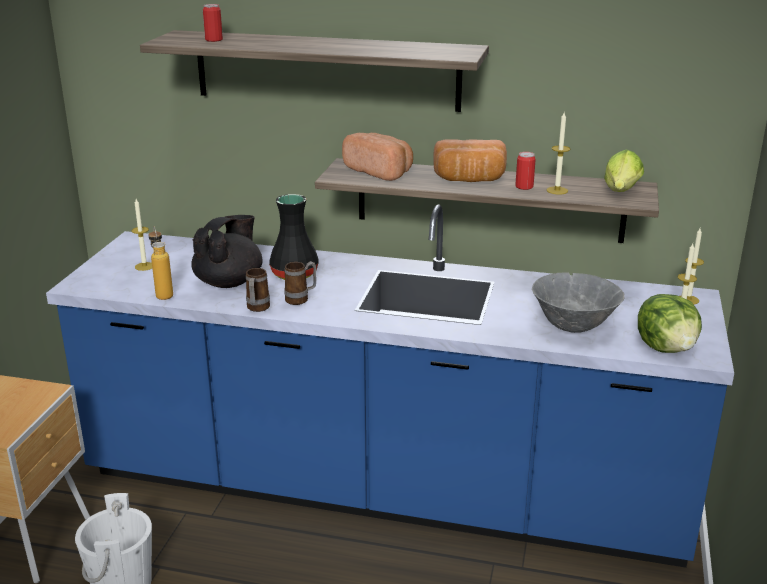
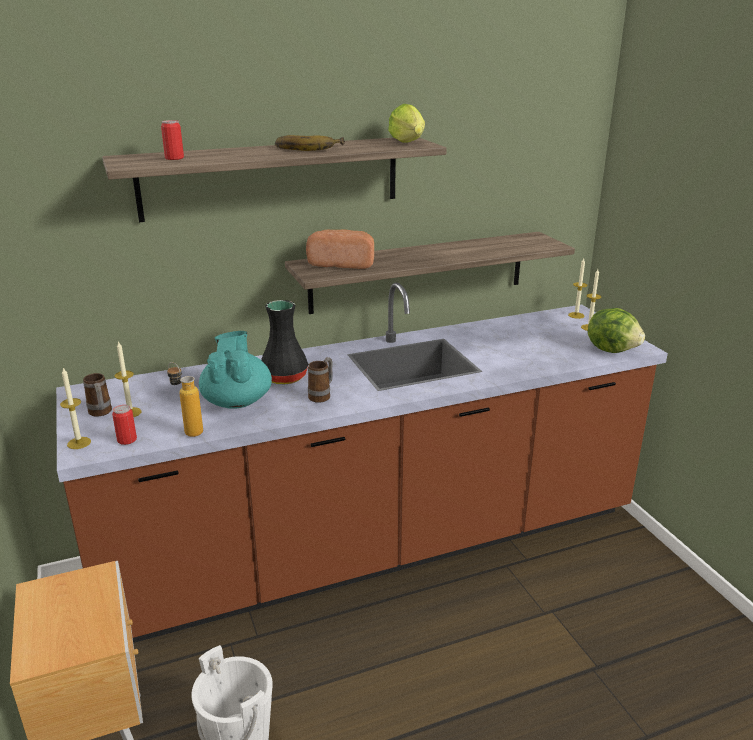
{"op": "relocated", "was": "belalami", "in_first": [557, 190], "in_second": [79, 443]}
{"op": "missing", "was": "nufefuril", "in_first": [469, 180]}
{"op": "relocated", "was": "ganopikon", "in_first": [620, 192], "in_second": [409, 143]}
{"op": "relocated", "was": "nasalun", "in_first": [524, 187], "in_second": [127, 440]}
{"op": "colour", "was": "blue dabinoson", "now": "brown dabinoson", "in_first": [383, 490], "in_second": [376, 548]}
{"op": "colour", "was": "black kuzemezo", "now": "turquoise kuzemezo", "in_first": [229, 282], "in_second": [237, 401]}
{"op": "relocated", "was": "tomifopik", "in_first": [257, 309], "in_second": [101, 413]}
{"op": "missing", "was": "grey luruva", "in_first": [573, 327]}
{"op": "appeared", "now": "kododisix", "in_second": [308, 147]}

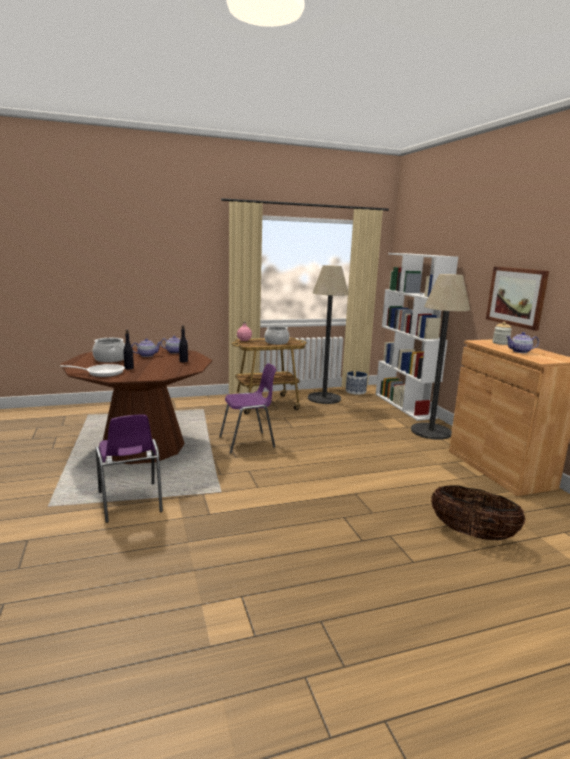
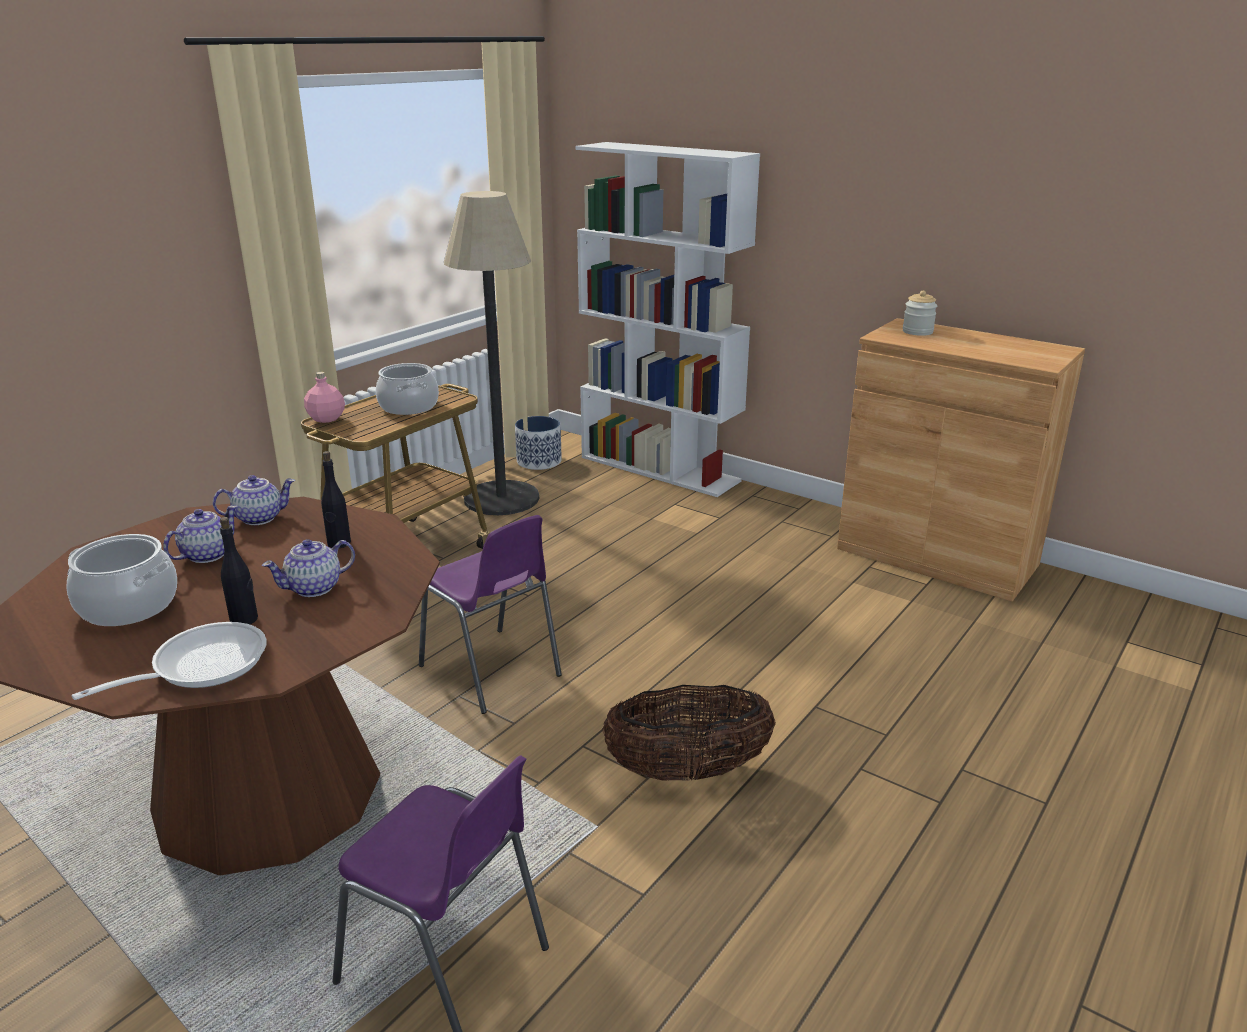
{"op": "missing", "was": "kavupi", "in_first": [516, 297]}
{"op": "missing", "was": "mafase", "in_first": [431, 431]}
{"op": "relocated", "was": "kuzemezo", "in_first": [520, 351], "in_second": [315, 588]}
{"op": "spun", "was": "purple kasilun", "in_first": [248, 442], "in_second": [492, 672], "clockwise": 105}
{"op": "relocated", "was": "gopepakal", "in_first": [472, 534], "in_second": [687, 771]}

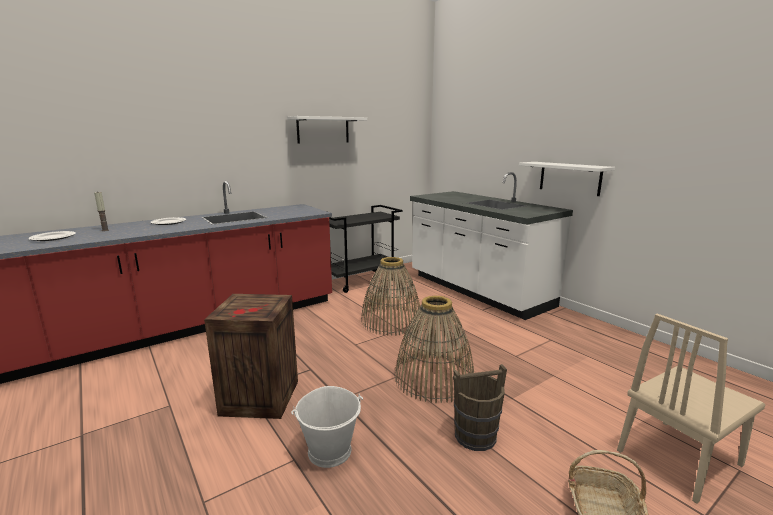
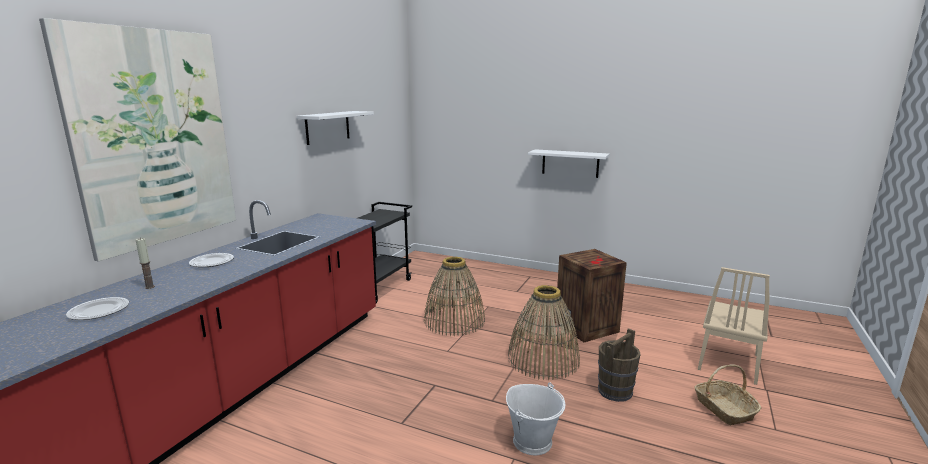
{"op": "missing", "was": "white dabinoson", "in_first": [477, 290]}
{"op": "relocated", "was": "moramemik", "in_first": [261, 398], "in_second": [588, 327]}
{"op": "appeared", "now": "kavupi", "in_second": [154, 138]}

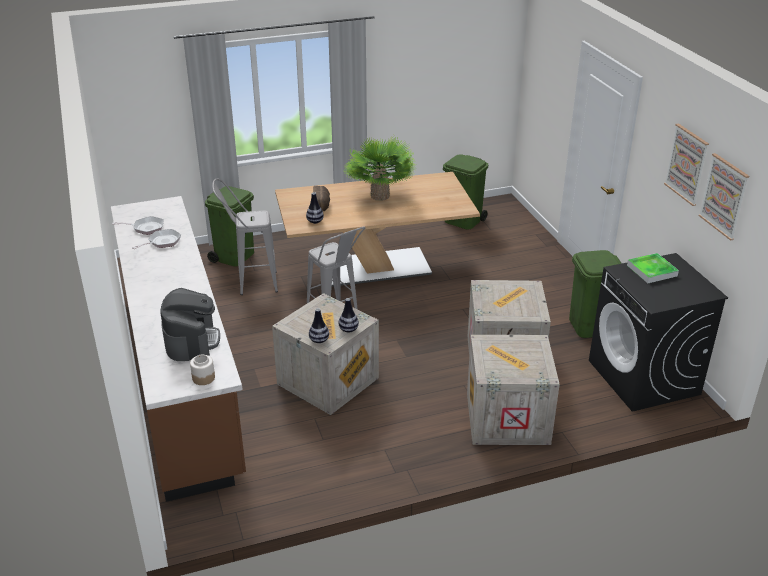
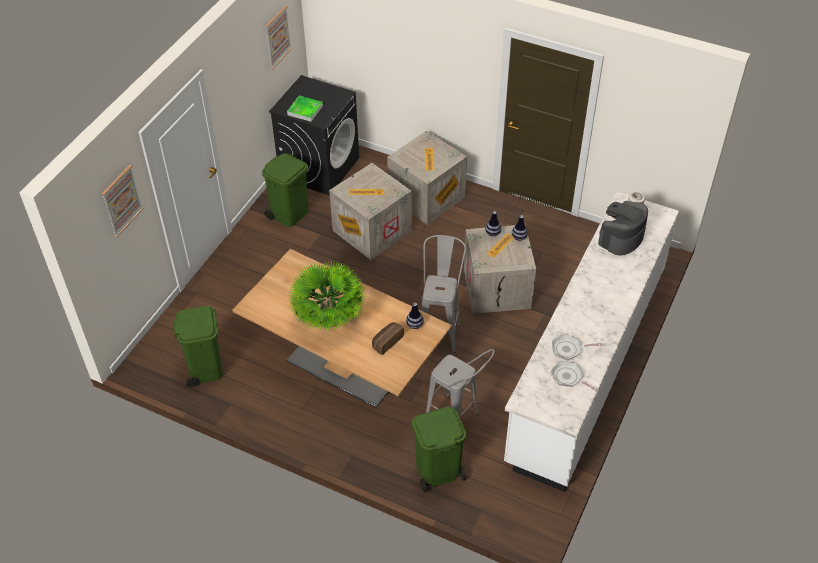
{"op": "relocated", "was": "kavupi", "in_first": [687, 164], "in_second": [121, 200]}
{"op": "colour", "was": "brown dabinoson", "now": "white dabinoson", "in_first": [181, 373], "in_second": [586, 363]}

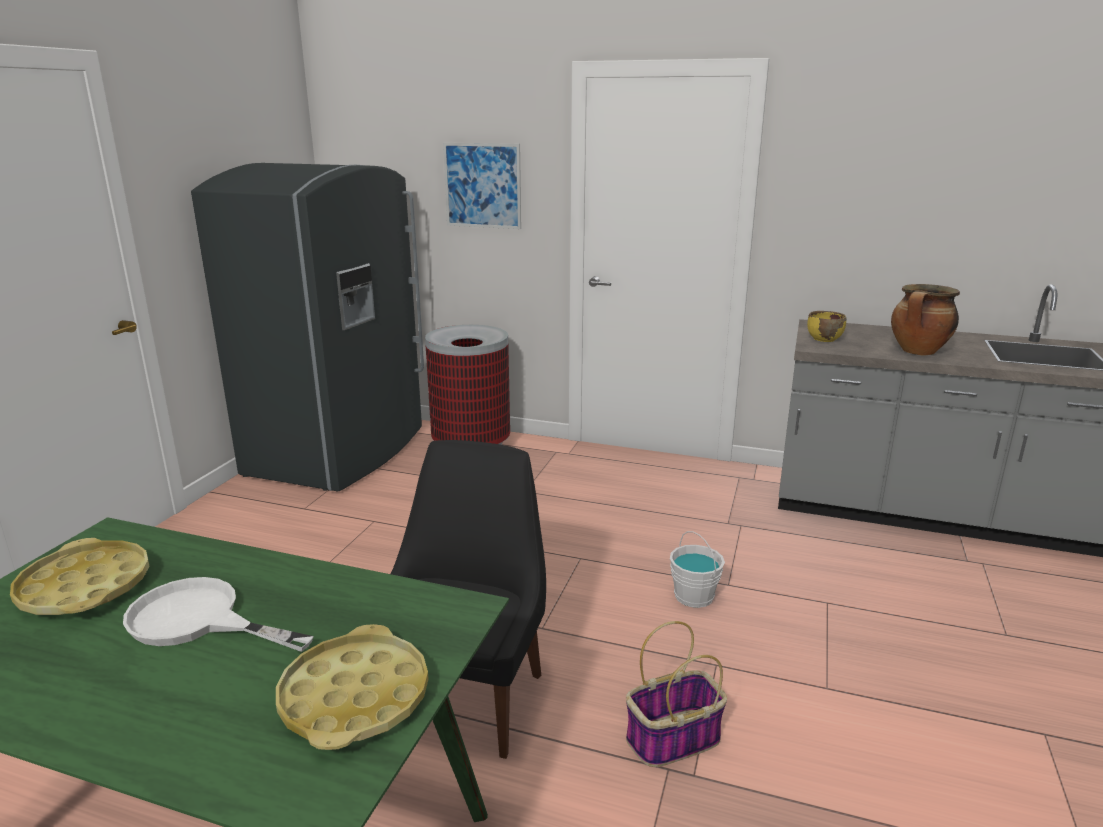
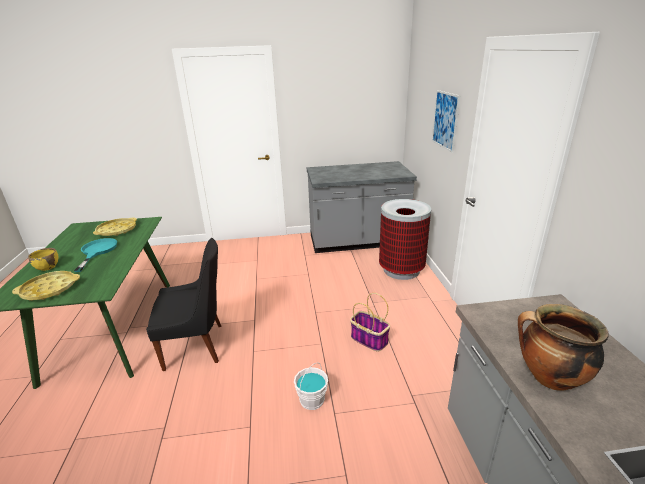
{"op": "exchanged", "was": "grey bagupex", "now": "grey dabinoson", "in_first": [340, 452], "in_second": [358, 242]}
{"op": "relocated", "was": "yellow luruva", "in_first": [824, 339], "in_second": [47, 267]}
{"op": "colour", "was": "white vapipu", "now": "turquoise vapipu", "in_first": [199, 620], "in_second": [97, 251]}
{"op": "relocated", "was": "gopepakal", "in_first": [672, 740], "in_second": [368, 339]}

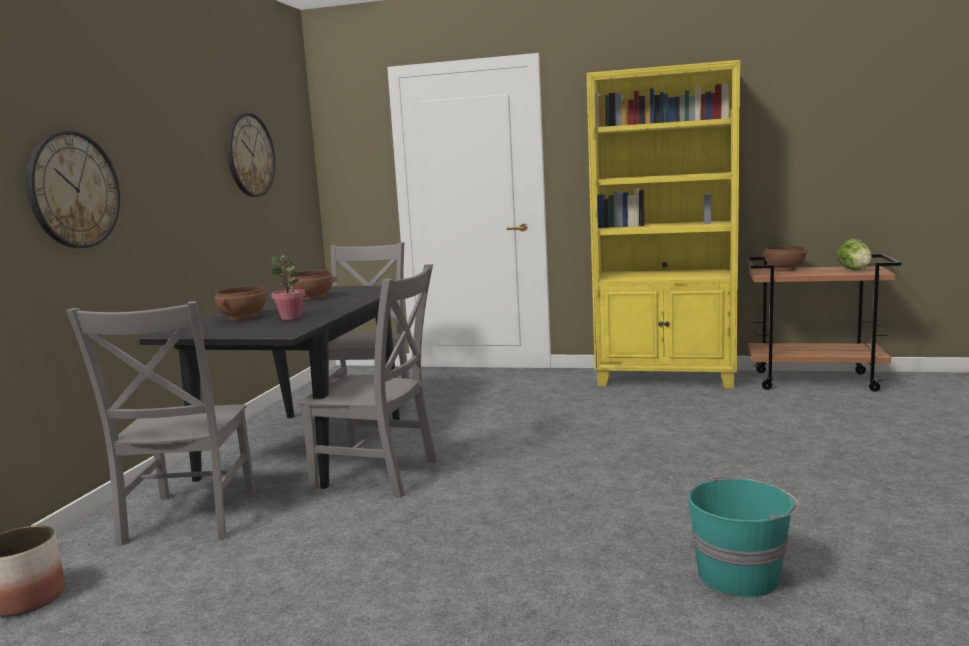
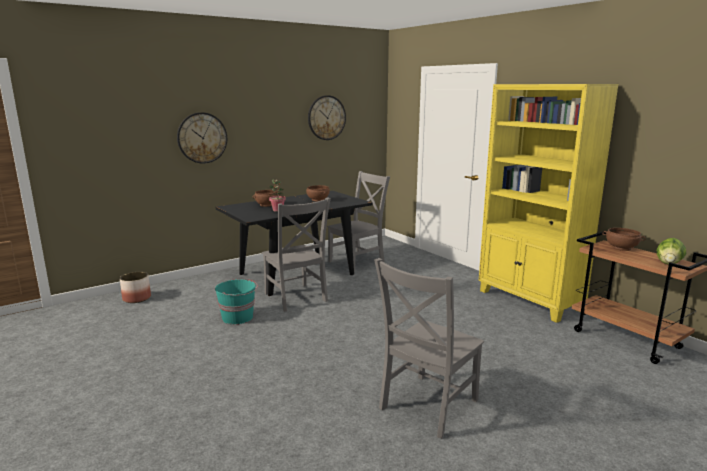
{"op": "relocated", "was": "grey kasilun", "in_first": [187, 520], "in_second": [426, 406]}
{"op": "relocated", "was": "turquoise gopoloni", "in_first": [740, 576], "in_second": [238, 317]}

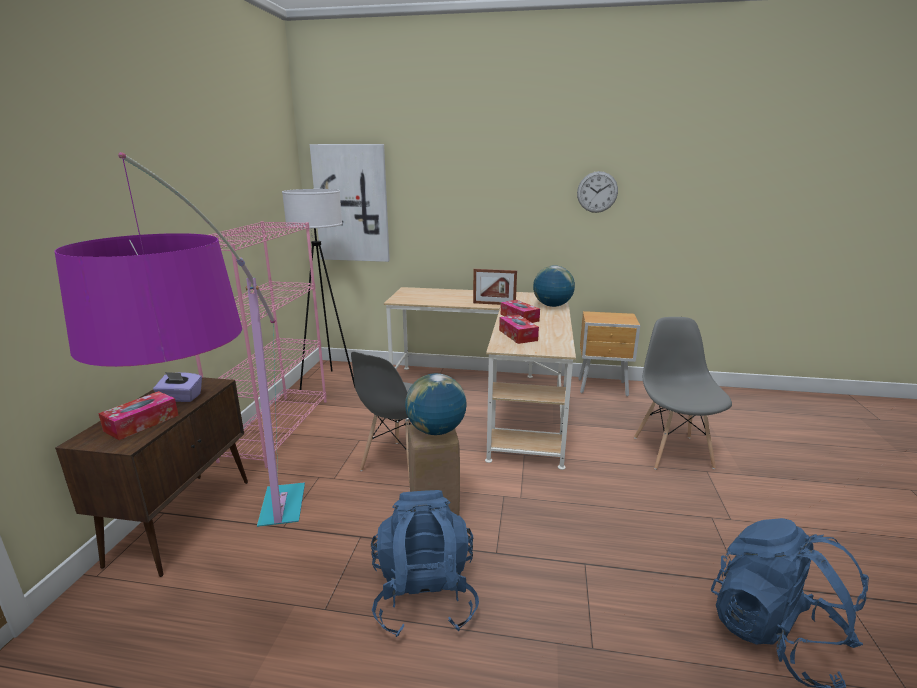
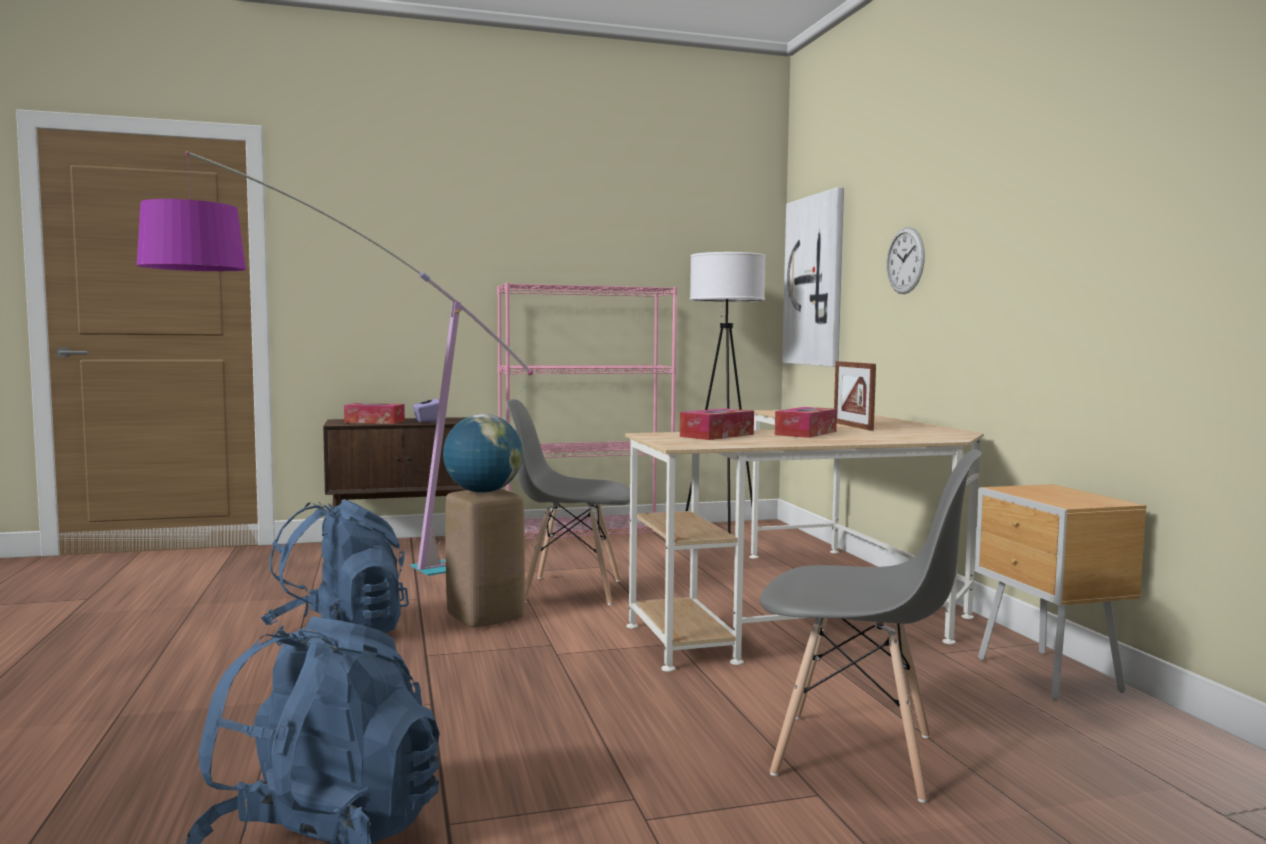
{"op": "relocated", "was": "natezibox", "in_first": [597, 192], "in_second": [905, 260]}
{"op": "missing", "was": "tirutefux", "in_first": [552, 305]}
{"op": "spun", "was": "grey kasilun", "in_first": [672, 451], "in_second": [856, 756], "clockwise": 45}

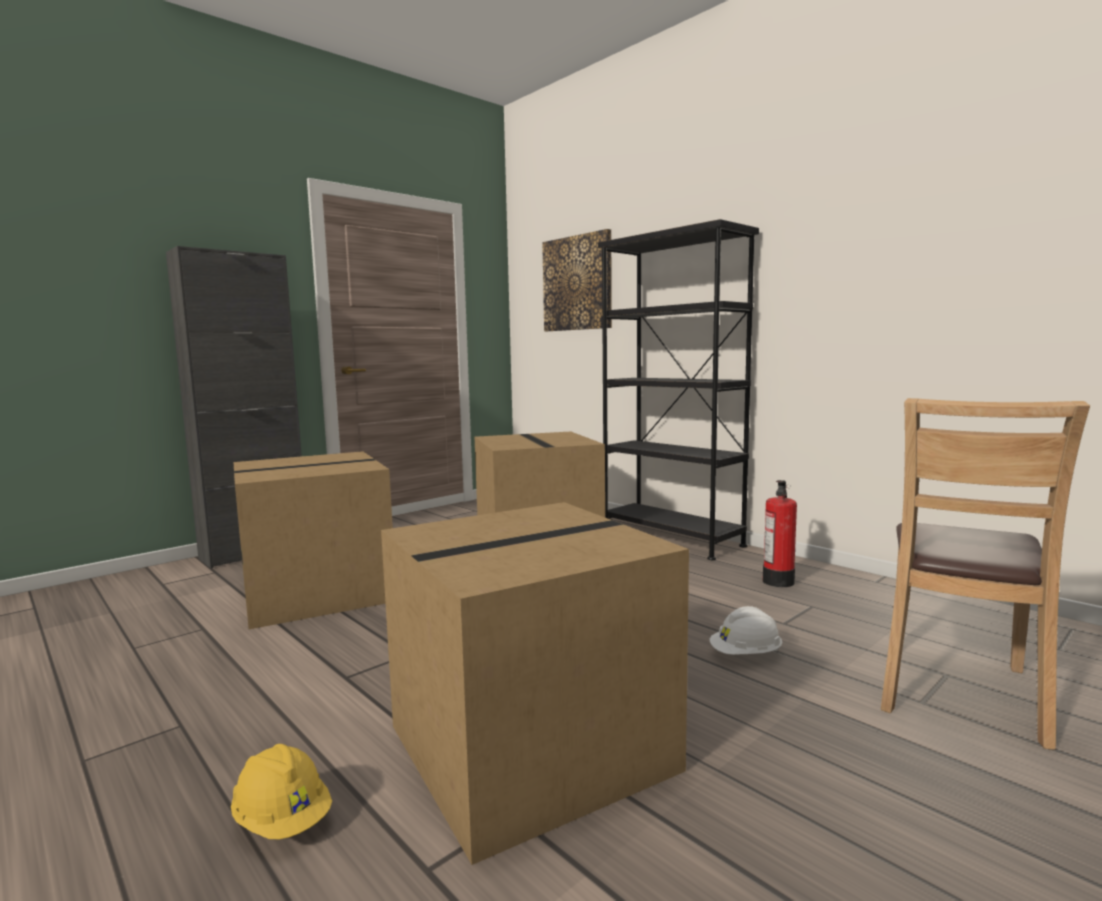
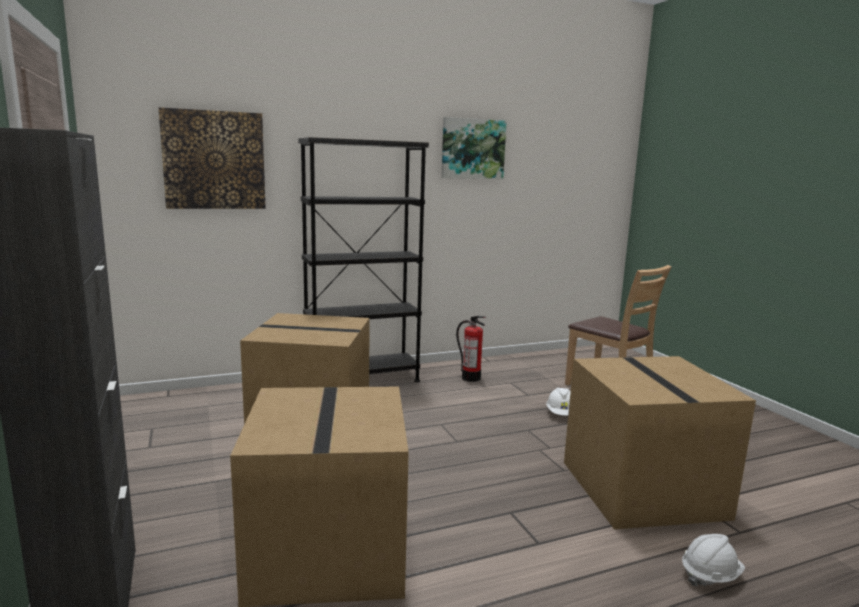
{"op": "colour", "was": "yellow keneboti", "now": "white keneboti", "in_first": [283, 821], "in_second": [710, 575]}
{"op": "appeared", "now": "kavupi", "in_second": [472, 149]}

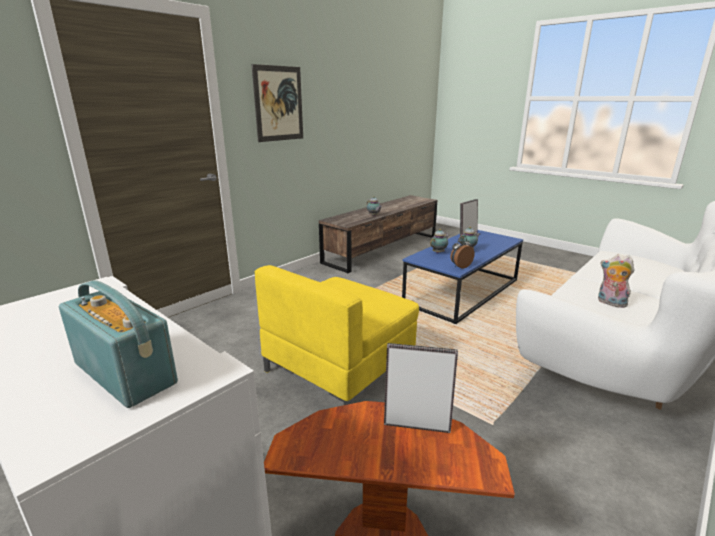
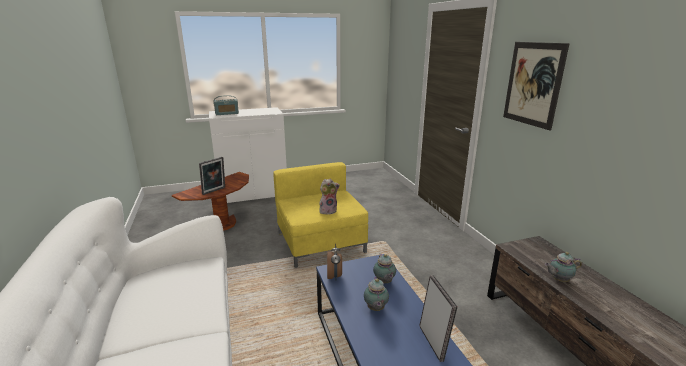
{"op": "relocated", "was": "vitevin", "in_first": [610, 303], "in_second": [328, 211]}

